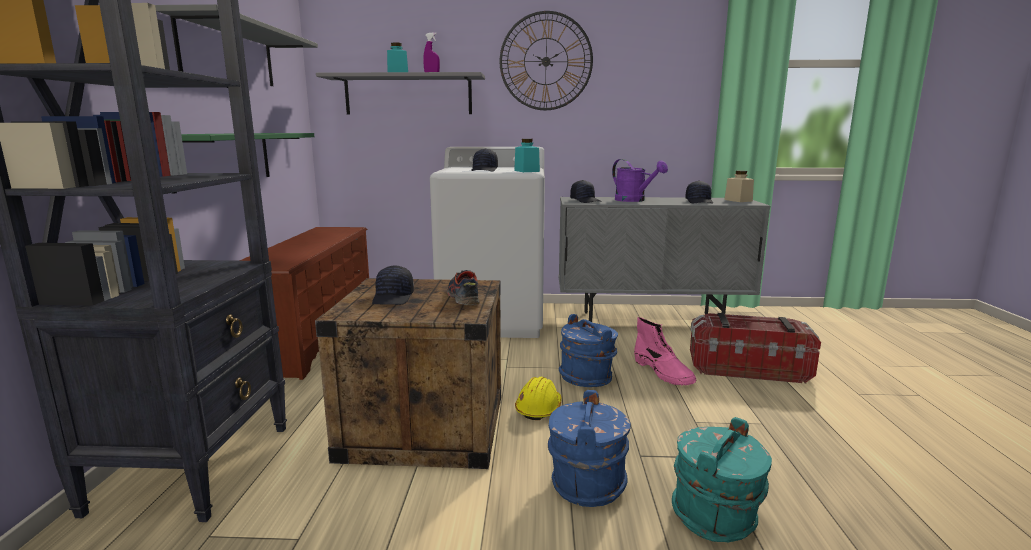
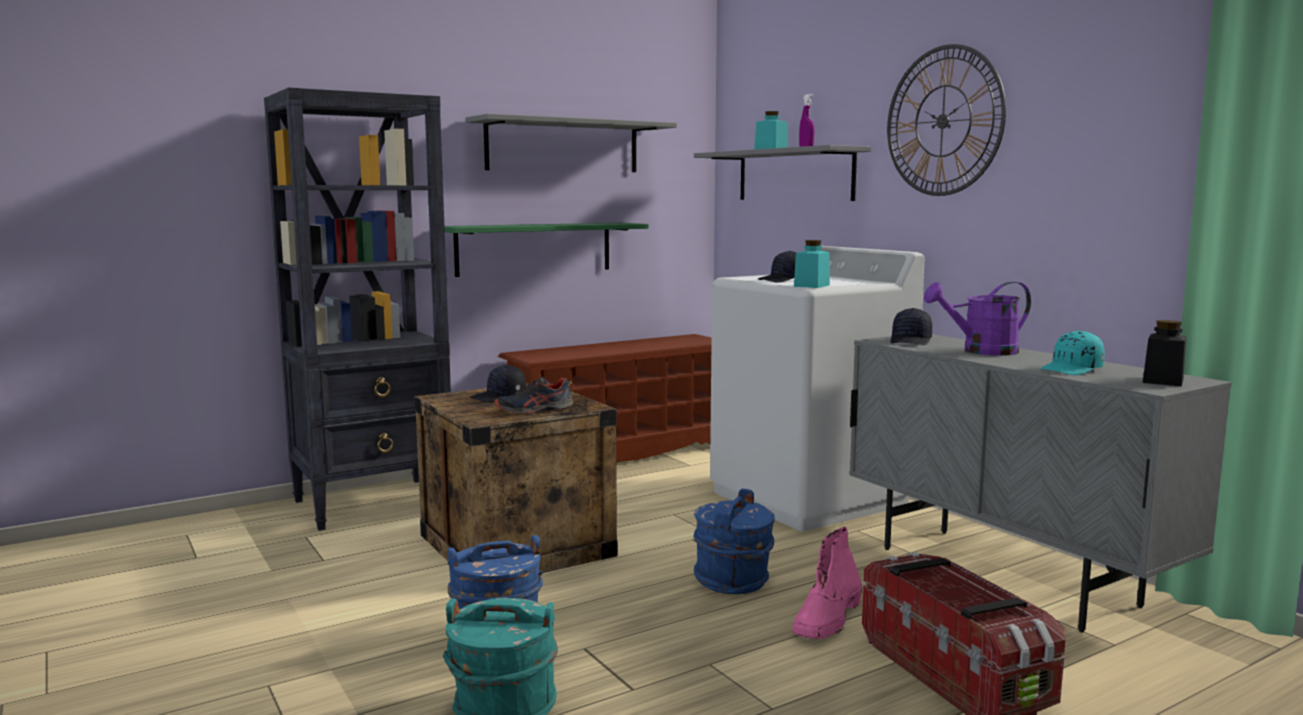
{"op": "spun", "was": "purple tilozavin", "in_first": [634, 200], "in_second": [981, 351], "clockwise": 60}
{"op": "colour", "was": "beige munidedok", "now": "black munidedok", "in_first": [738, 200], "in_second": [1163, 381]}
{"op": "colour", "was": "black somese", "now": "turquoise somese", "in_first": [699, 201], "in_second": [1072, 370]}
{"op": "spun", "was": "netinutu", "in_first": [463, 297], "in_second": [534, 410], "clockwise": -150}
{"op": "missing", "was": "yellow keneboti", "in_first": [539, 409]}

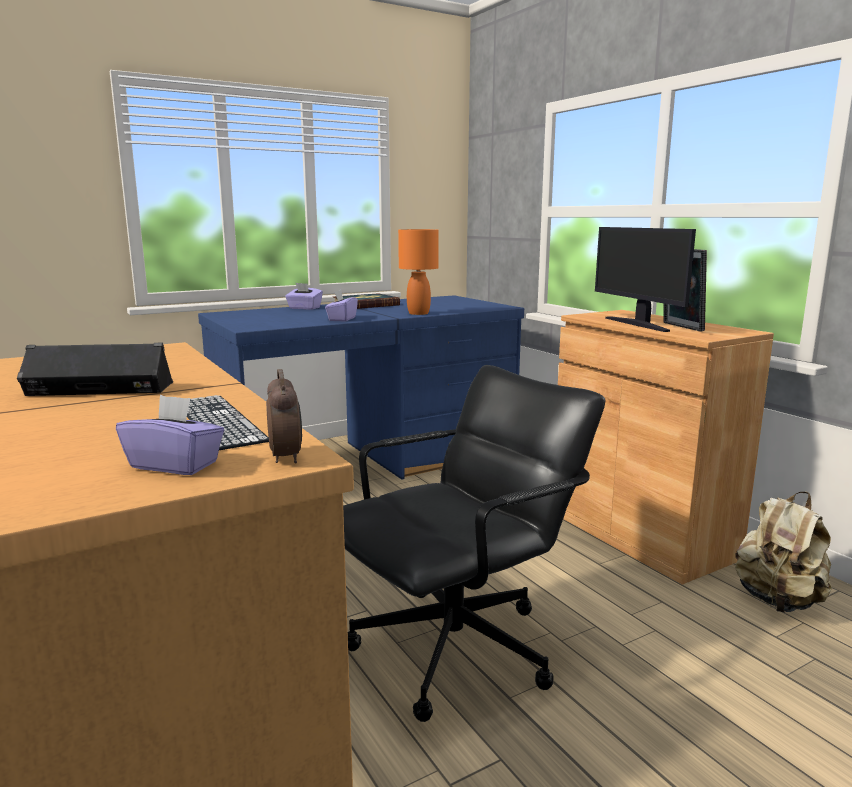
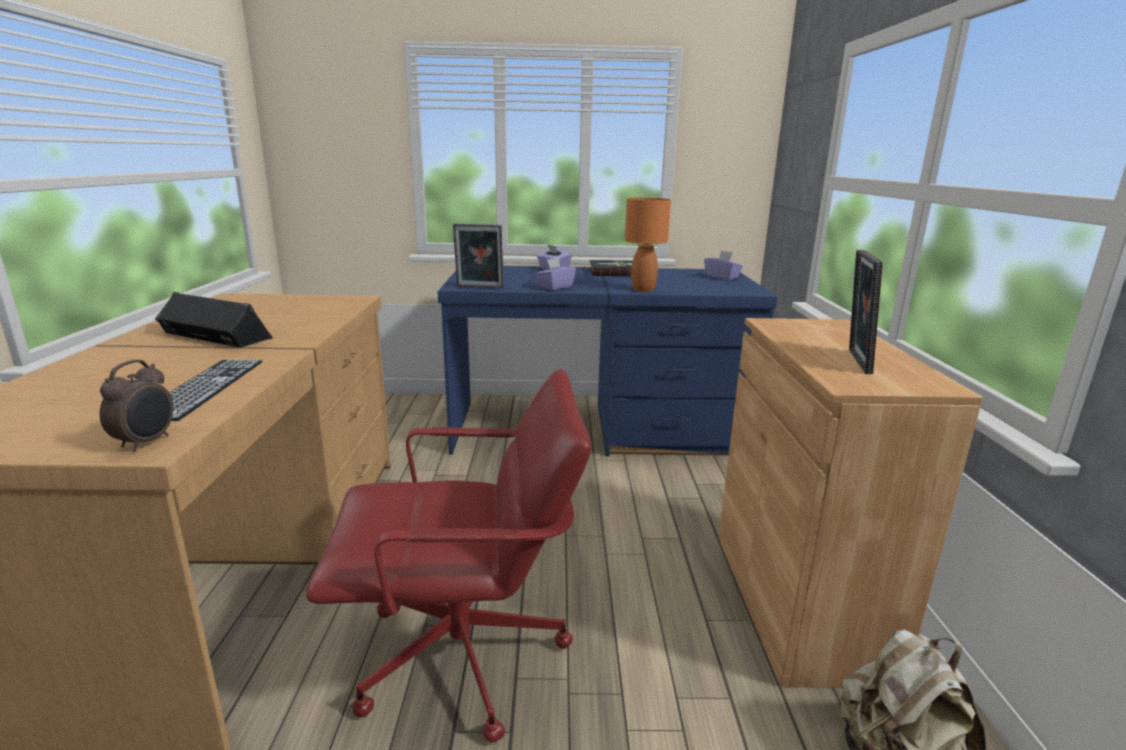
{"op": "missing", "was": "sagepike", "in_first": [638, 324]}
{"op": "colour", "was": "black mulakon", "now": "red mulakon", "in_first": [457, 649], "in_second": [464, 656]}
{"op": "relocated", "was": "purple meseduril", "in_first": [175, 465], "in_second": [722, 277]}
{"op": "appeared", "now": "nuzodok", "in_second": [479, 287]}

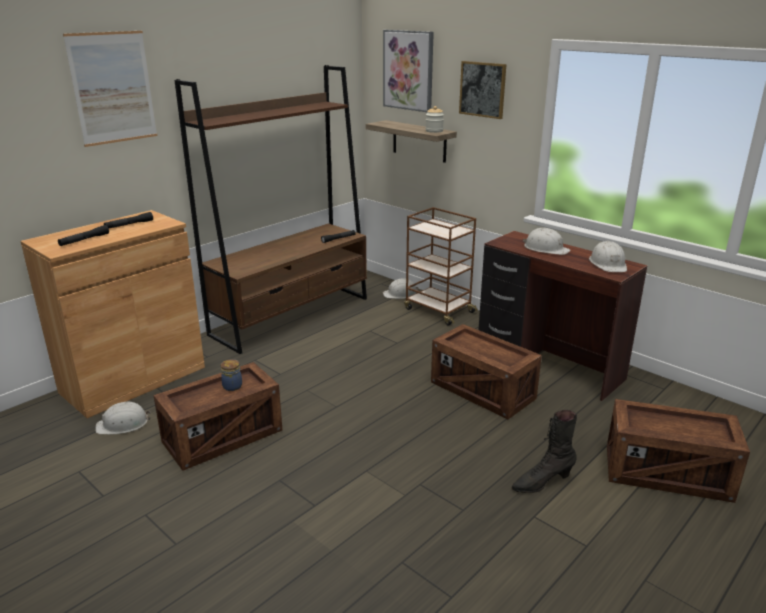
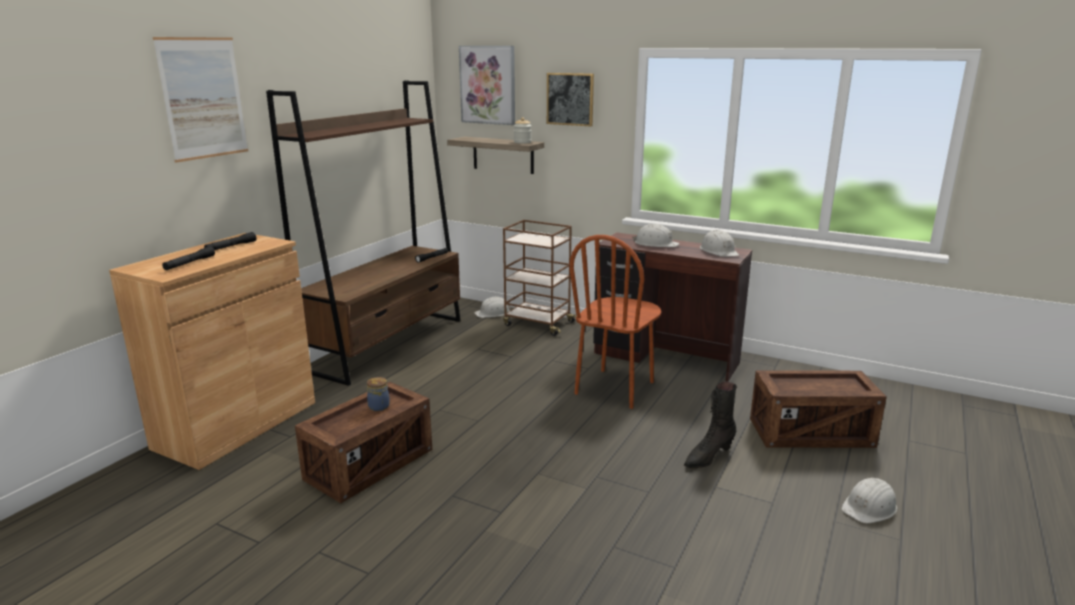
{"op": "exchanged", "was": "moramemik", "now": "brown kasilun", "in_first": [482, 391], "in_second": [615, 388]}
{"op": "relocated", "was": "white keneboti", "in_first": [123, 424], "in_second": [869, 507]}

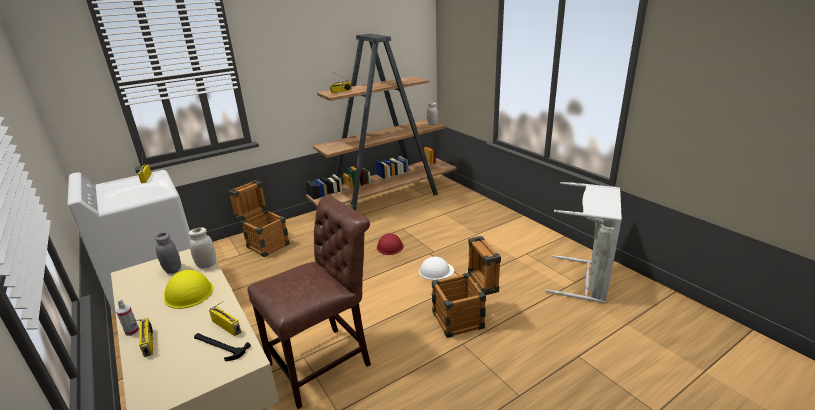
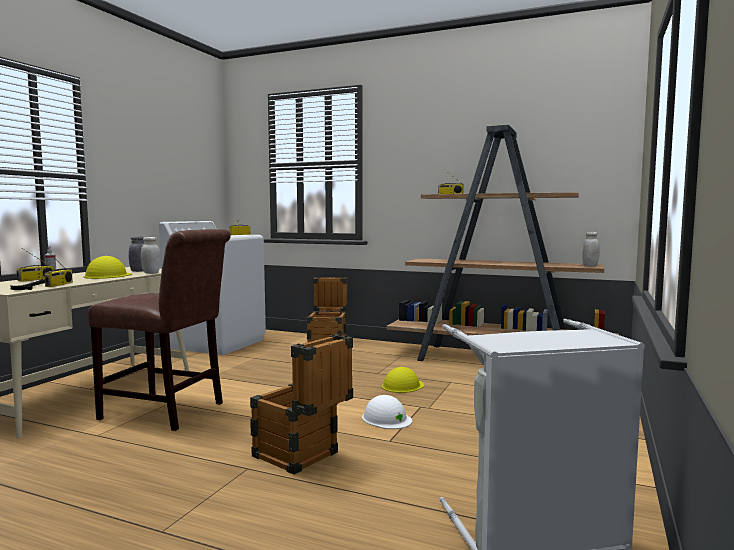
{"op": "colour", "was": "red keneboti", "now": "yellow keneboti", "in_first": [390, 246], "in_second": [402, 386]}

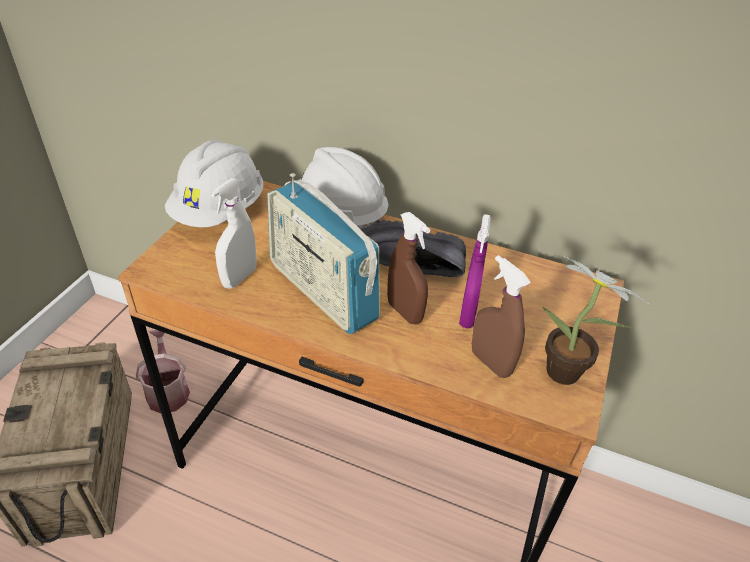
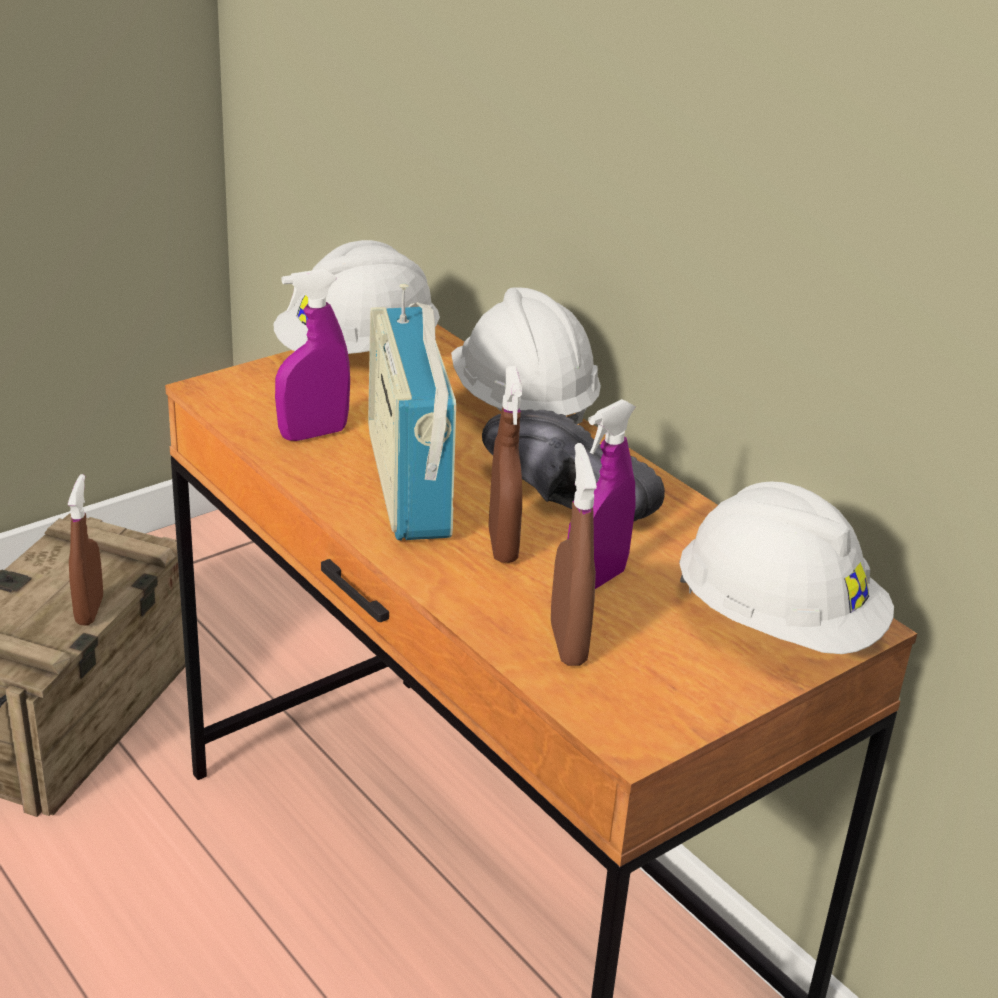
{"op": "colour", "was": "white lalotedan", "now": "purple lalotedan", "in_first": [239, 277], "in_second": [313, 434]}
{"op": "missing", "was": "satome", "in_first": [567, 376]}
{"op": "missing", "was": "tilozavin", "in_first": [167, 390]}
{"op": "appeared", "now": "brown lalotedan", "in_second": [89, 611]}
{"op": "appeared", "now": "white keneboti", "in_second": [777, 624]}

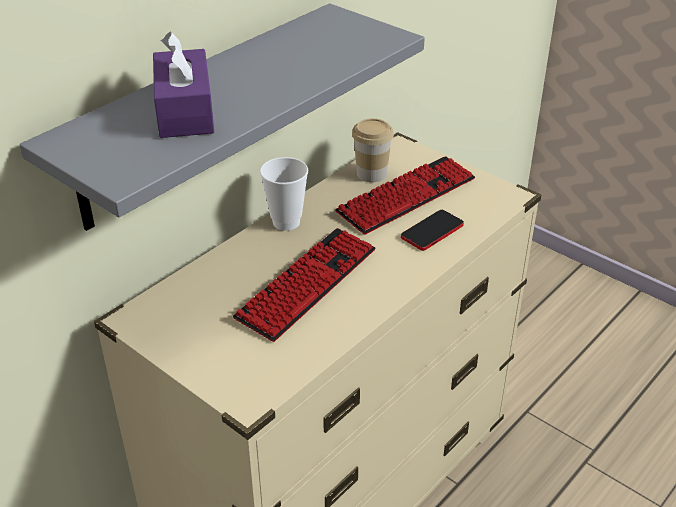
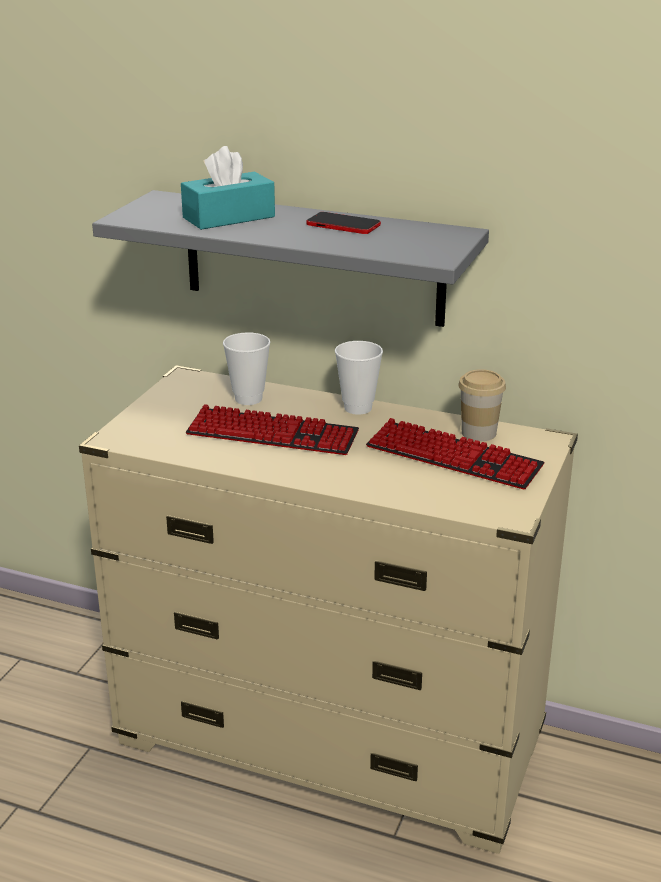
{"op": "colour", "was": "purple meseduril", "now": "turquoise meseduril", "in_first": [185, 111], "in_second": [229, 217]}
{"op": "relocated", "was": "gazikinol", "in_first": [432, 231], "in_second": [343, 225]}
{"op": "appeared", "now": "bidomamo", "in_second": [248, 399]}

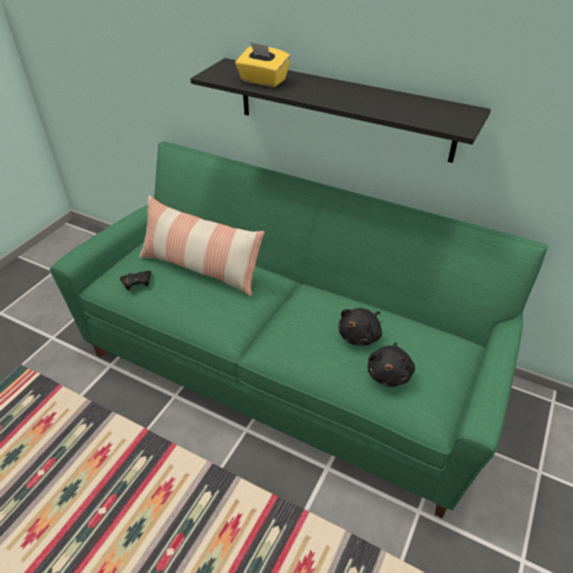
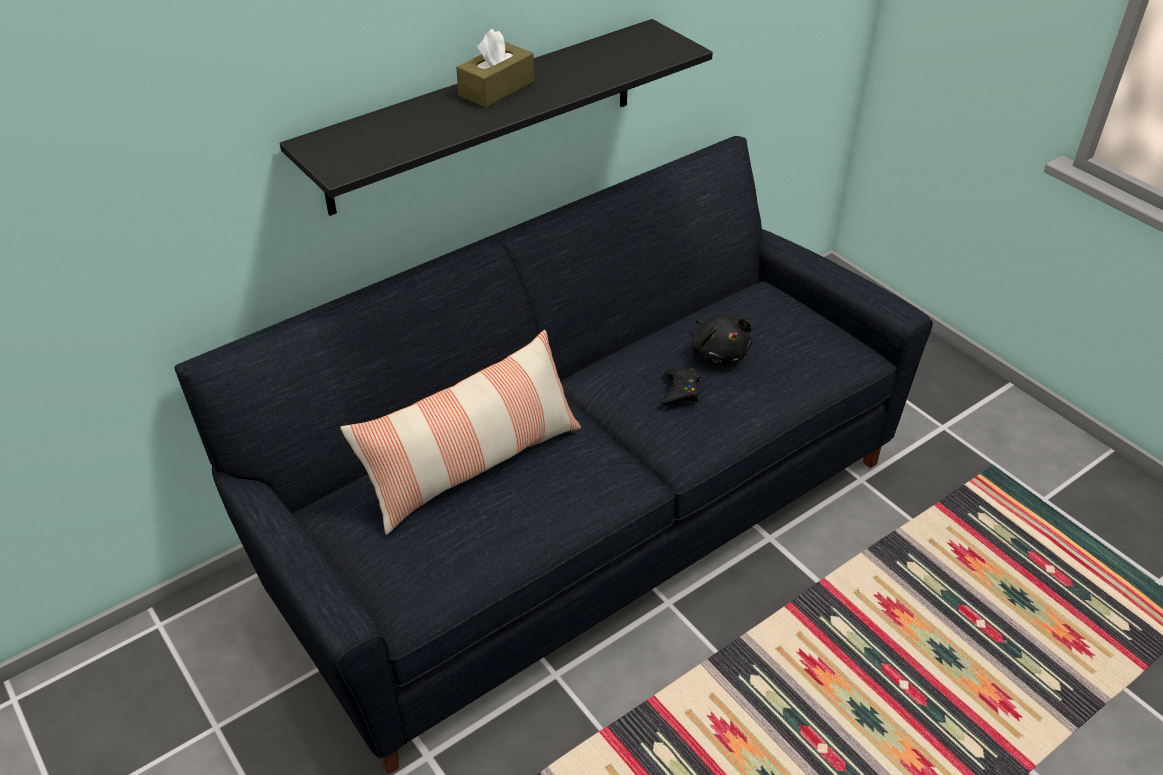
{"op": "missing", "was": "yellow meseduril", "in_first": [263, 81]}
{"op": "colour", "was": "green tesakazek", "now": "black tesakazek", "in_first": [287, 365], "in_second": [581, 516]}
{"op": "relocated", "was": "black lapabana", "in_first": [137, 282], "in_second": [680, 390]}
{"op": "missing", "was": "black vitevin", "in_first": [389, 373]}
{"op": "appeared", "now": "brown meseduril", "in_second": [496, 88]}

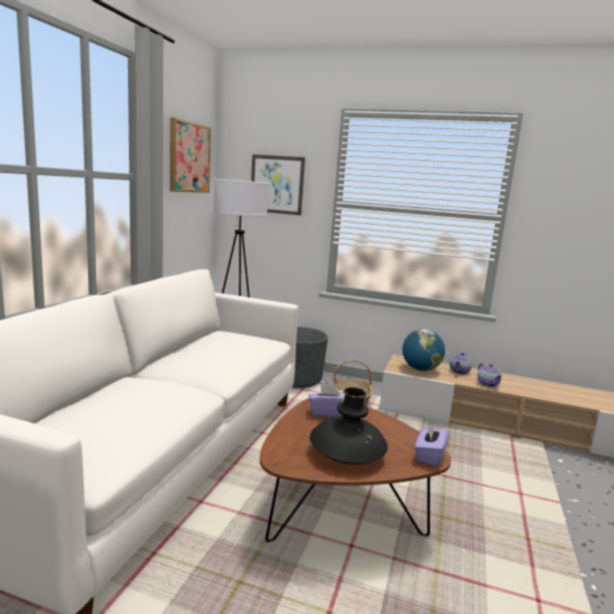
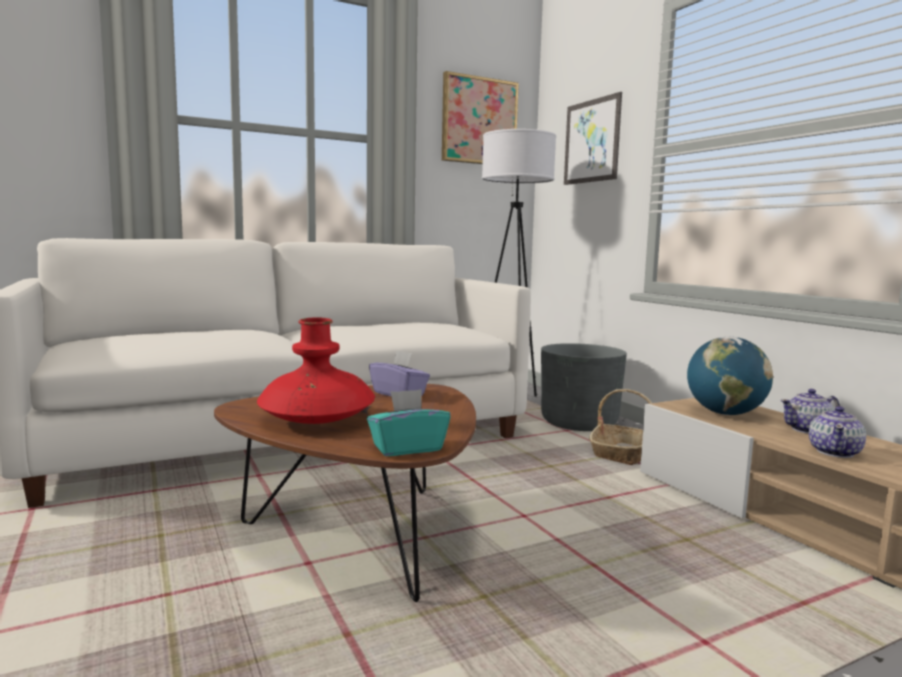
{"op": "colour", "was": "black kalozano", "now": "red kalozano", "in_first": [347, 454], "in_second": [317, 419]}
{"op": "colour", "was": "purple meseduril", "now": "turquoise meseduril", "in_first": [429, 456], "in_second": [407, 448]}

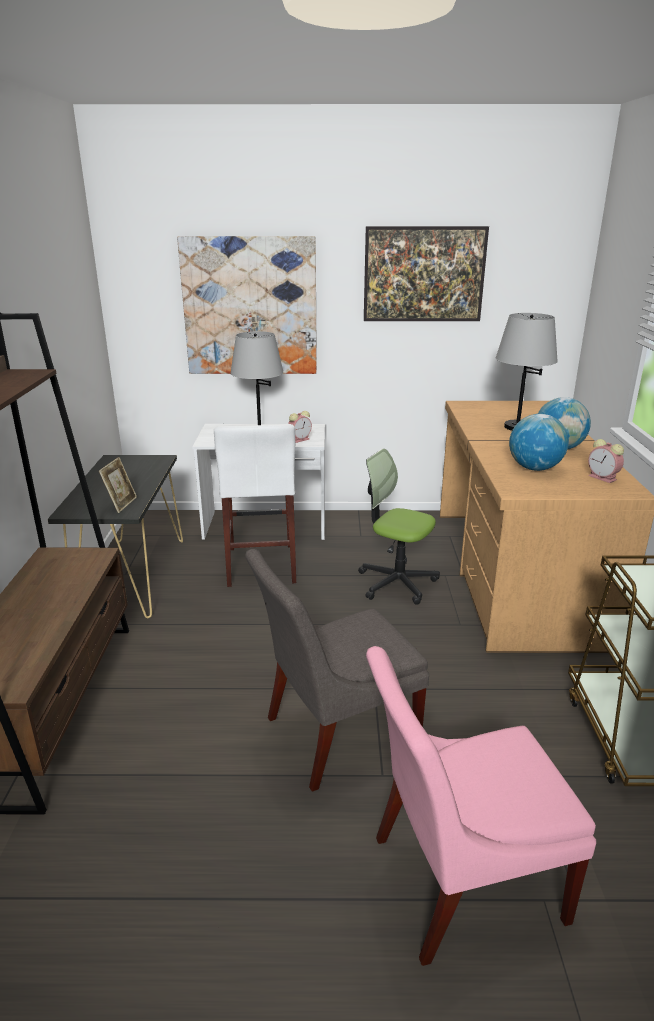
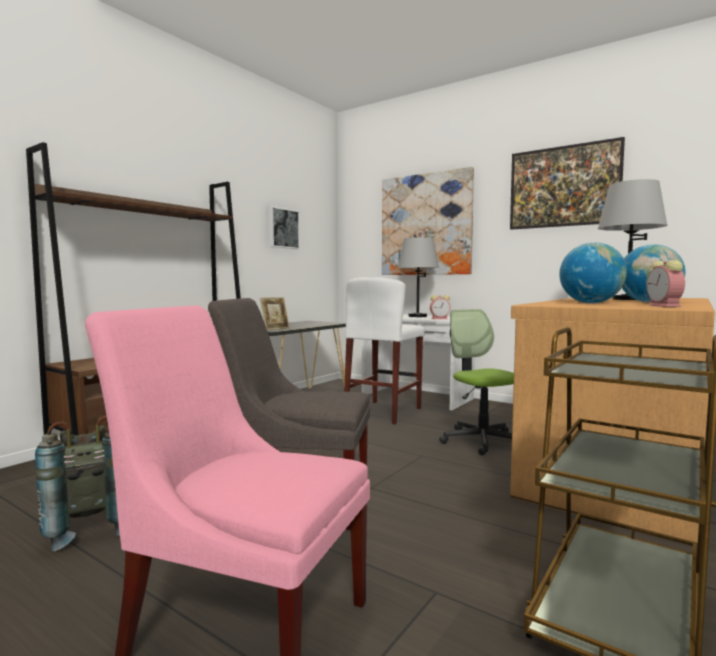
{"op": "appeared", "now": "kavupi", "in_second": [283, 228]}
{"op": "appeared", "now": "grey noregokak", "in_second": [88, 527]}

